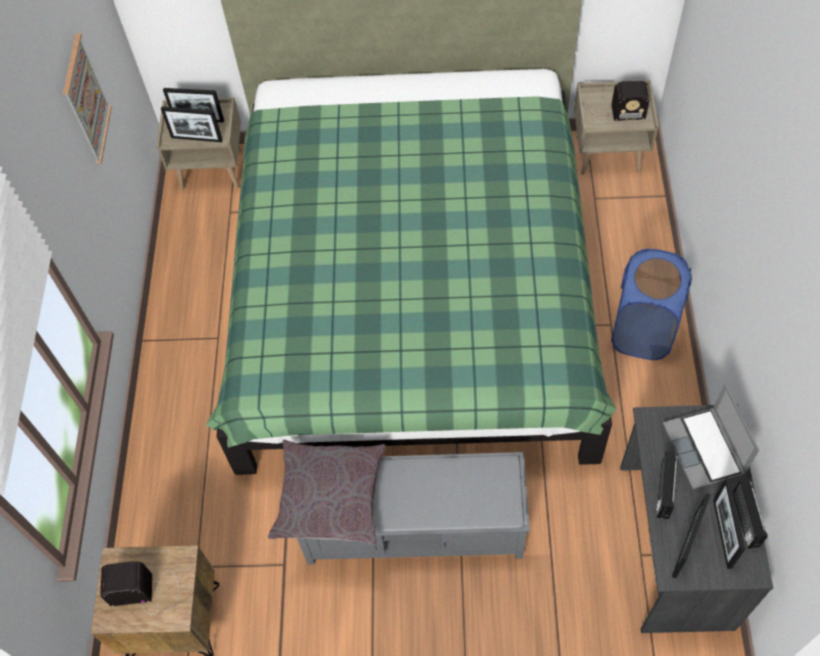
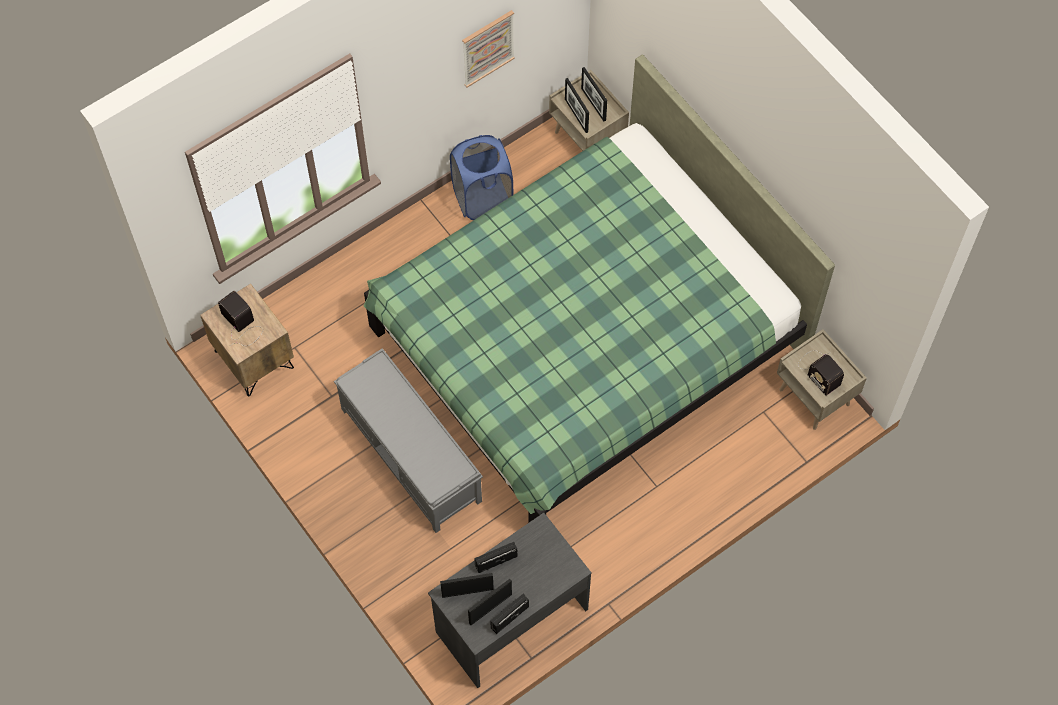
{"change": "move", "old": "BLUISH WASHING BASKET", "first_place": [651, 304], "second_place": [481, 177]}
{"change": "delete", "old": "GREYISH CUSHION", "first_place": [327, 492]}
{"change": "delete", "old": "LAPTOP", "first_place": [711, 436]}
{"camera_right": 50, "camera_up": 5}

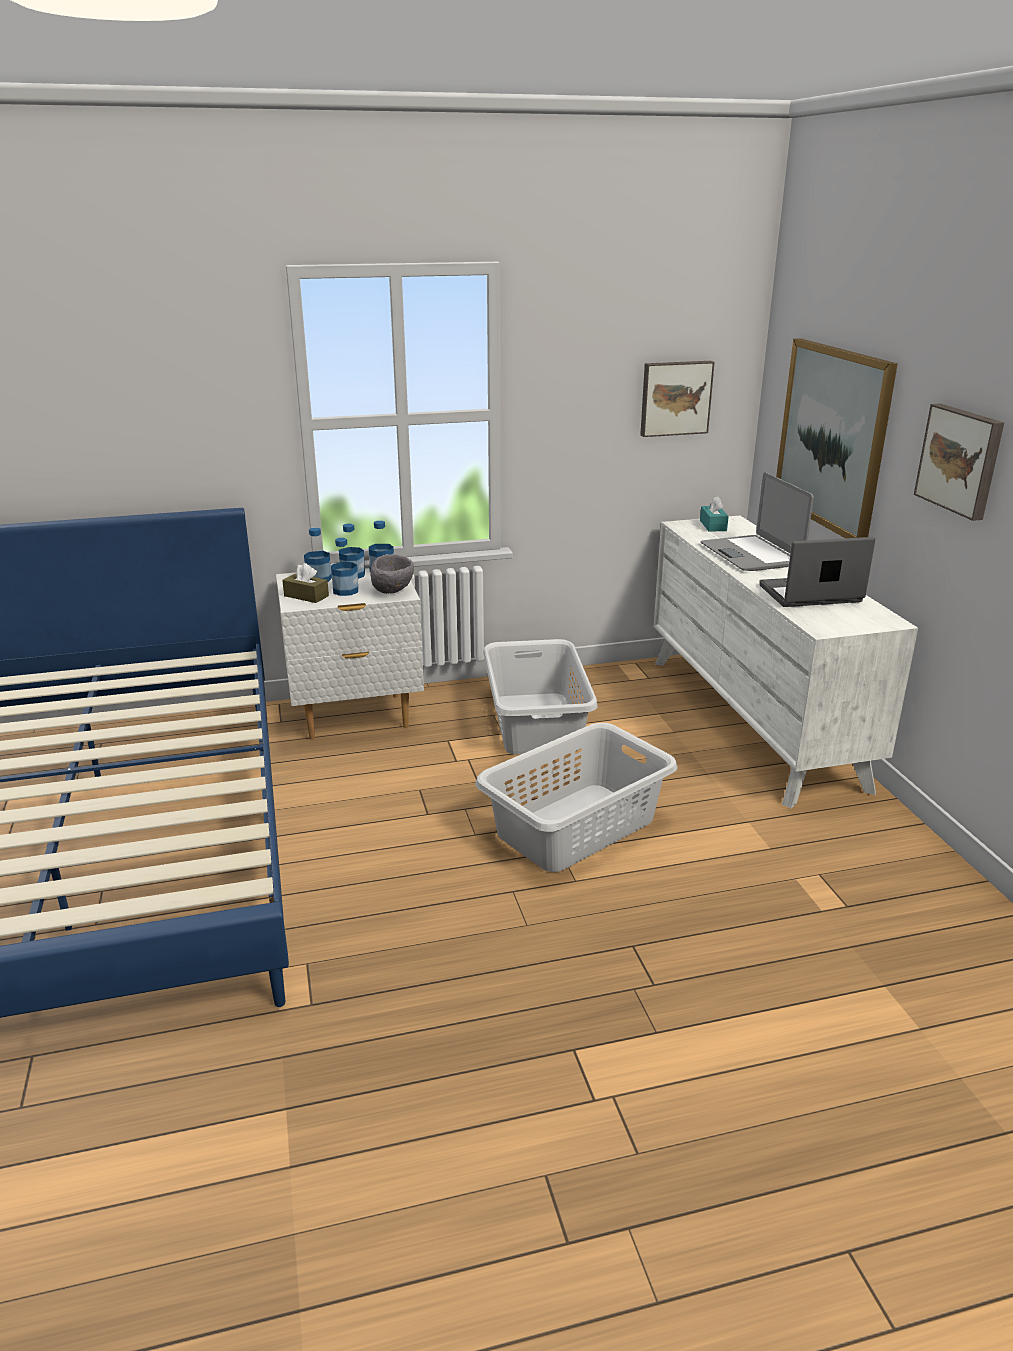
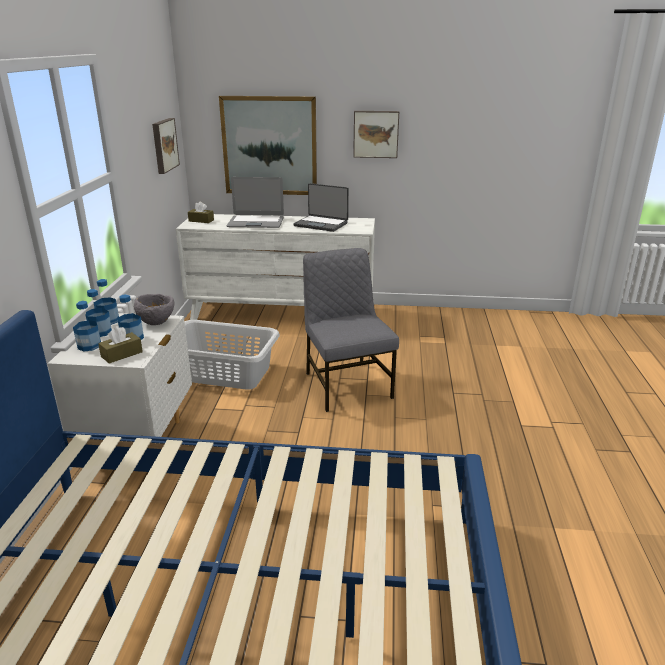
{"change": "recolor", "old": "TURQUOISE TISSUE HOLDER", "new": "BROWN-COLOURED TISSUE HOLDER", "first_place": [714, 514], "second_place": [201, 212]}
{"change": "rotate", "old": "LAPTOP", "first_place": [817, 572], "second_place": [321, 207], "degrees": -75}
{"change": "replace", "old": "GREYISH WASHING BASKET", "new": "GREYISH PLAIN CHAIR", "first_place": [576, 797], "second_place": [351, 330]}
{"camera_right": -70, "camera_up": 0}

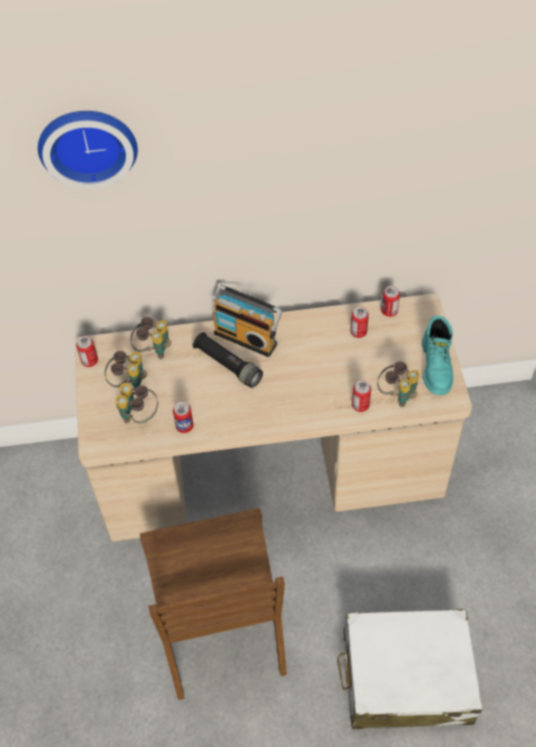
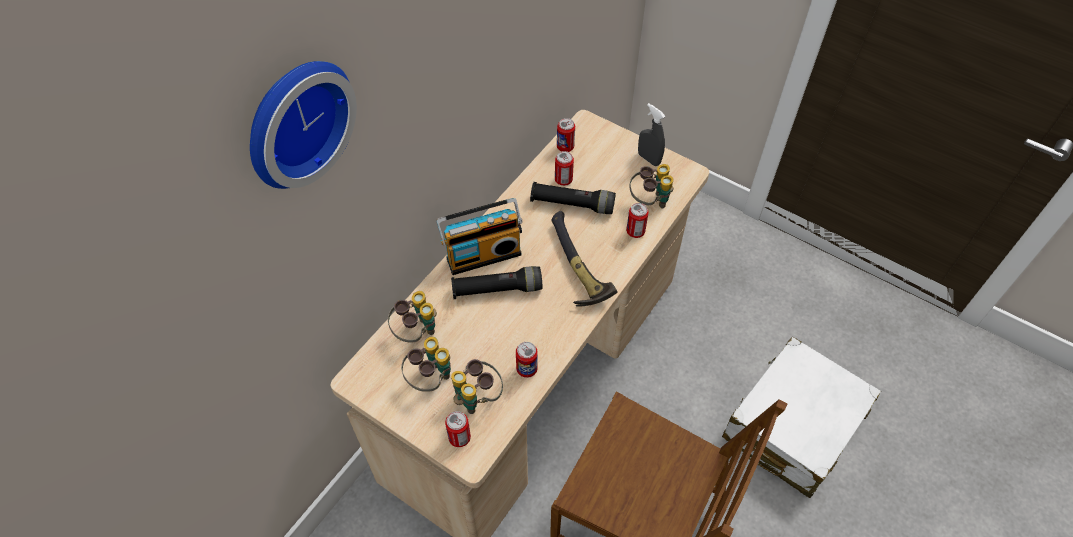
{"change": "move", "old": "SEALED CAN", "first_place": [87, 351], "second_place": [458, 429]}
{"change": "insert", "new": "BLACK FLASHLIGHT", "second_place": [573, 198]}
{"change": "insert", "new": "HAMMER", "second_place": [584, 259]}
{"change": "replace", "old": "TURQUOISE BOOT", "new": "GREYISH SPRAYER", "first_place": [437, 355], "second_place": [651, 134]}
{"camera_right": -50, "camera_up": 0}

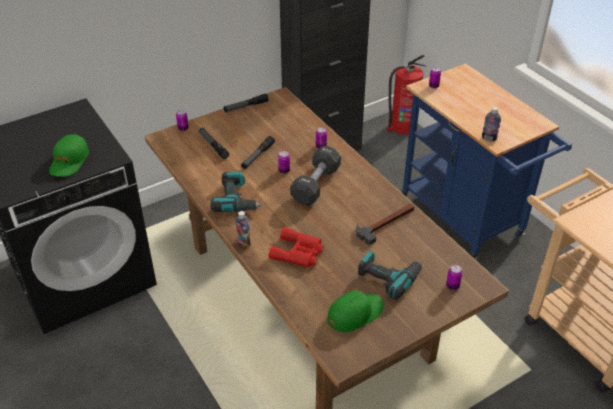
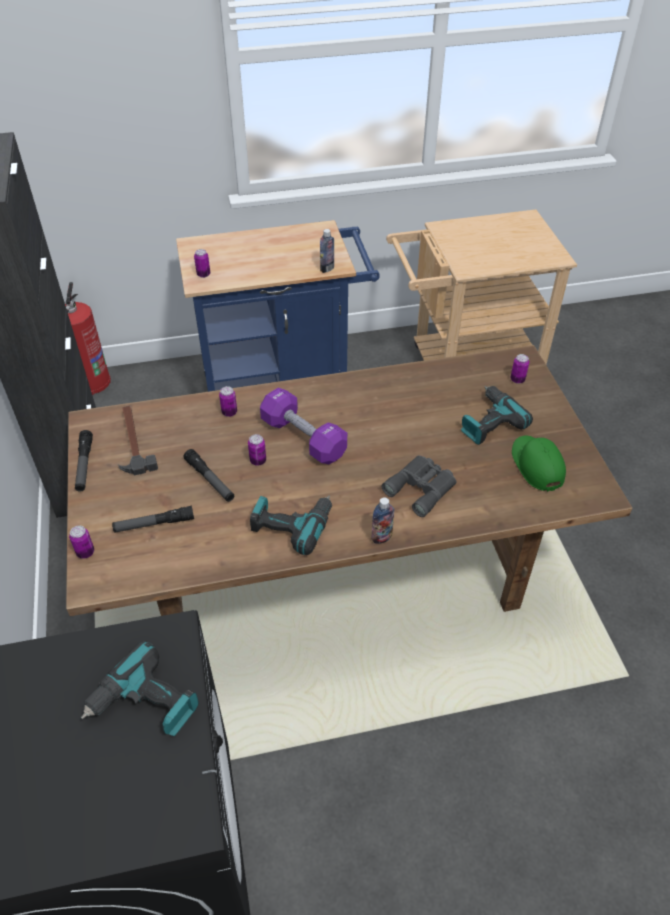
{"change": "replace", "old": "GREEN-COLOURED CAP", "new": "ELECTRIC DRILL", "first_place": [69, 155], "second_place": [140, 688]}
{"change": "move", "old": "HAMMER", "first_place": [385, 224], "second_place": [138, 441]}
{"change": "recolor", "old": "BLACK HAND WEIGHT", "new": "PURPLE HAND WEIGHT", "first_place": [315, 175], "second_place": [303, 426]}
{"change": "recolor", "old": "REDDISH PAIR OF BINOCULARS", "new": "GREYISH PAIR OF BINOCULARS", "first_place": [296, 247], "second_place": [419, 486]}
{"camera_right": -70, "camera_up": 5}

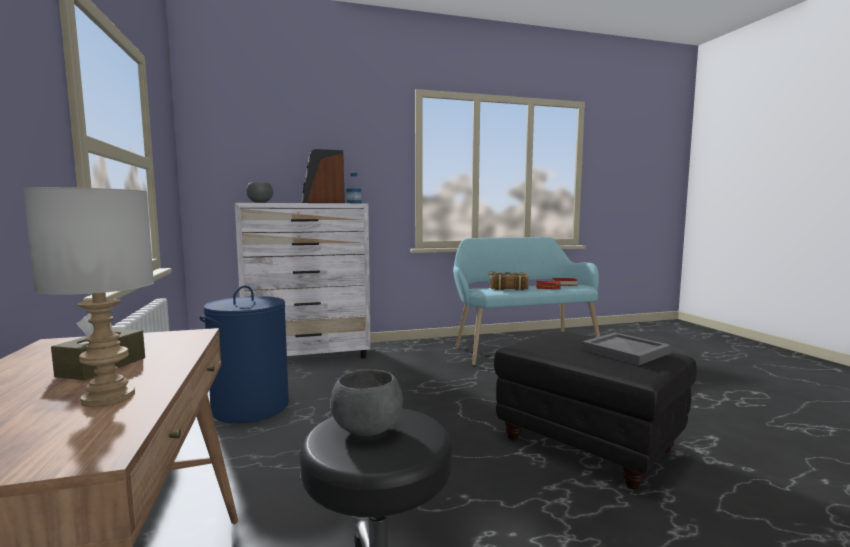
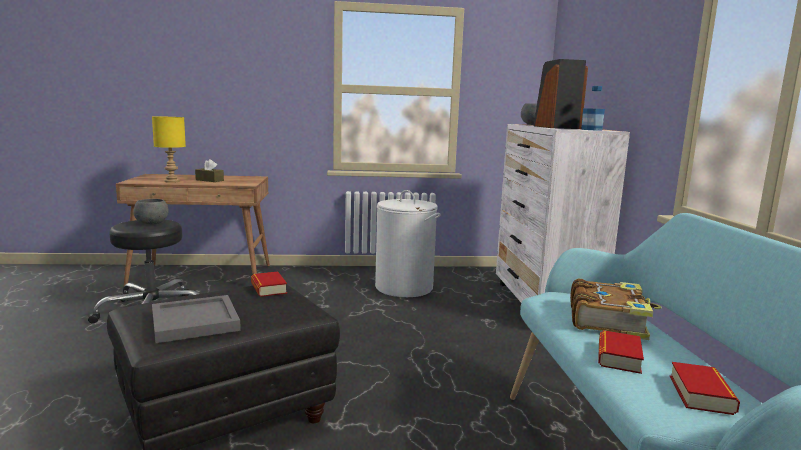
{"change": "recolor", "old": "GREYISH LAMP FOR A TABLE", "new": "YELLOWISH LAMP FOR A TABLE", "first_place": [88, 297], "second_place": [169, 149]}
{"change": "insert", "new": "BOOK", "second_place": [269, 284]}
{"change": "recolor", "old": "BLUISH WASHING BASKET", "new": "WHITE WASHING BASKET", "first_place": [244, 355], "second_place": [408, 243]}
{"camera_right": 100, "camera_up": 5}

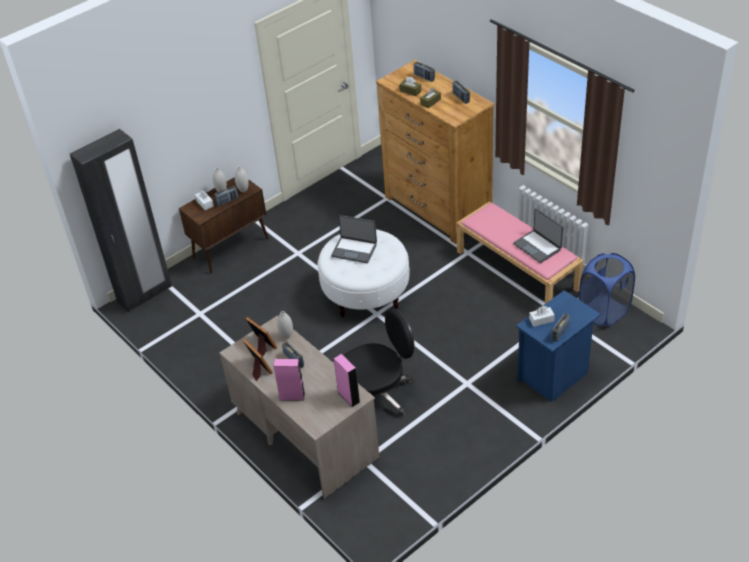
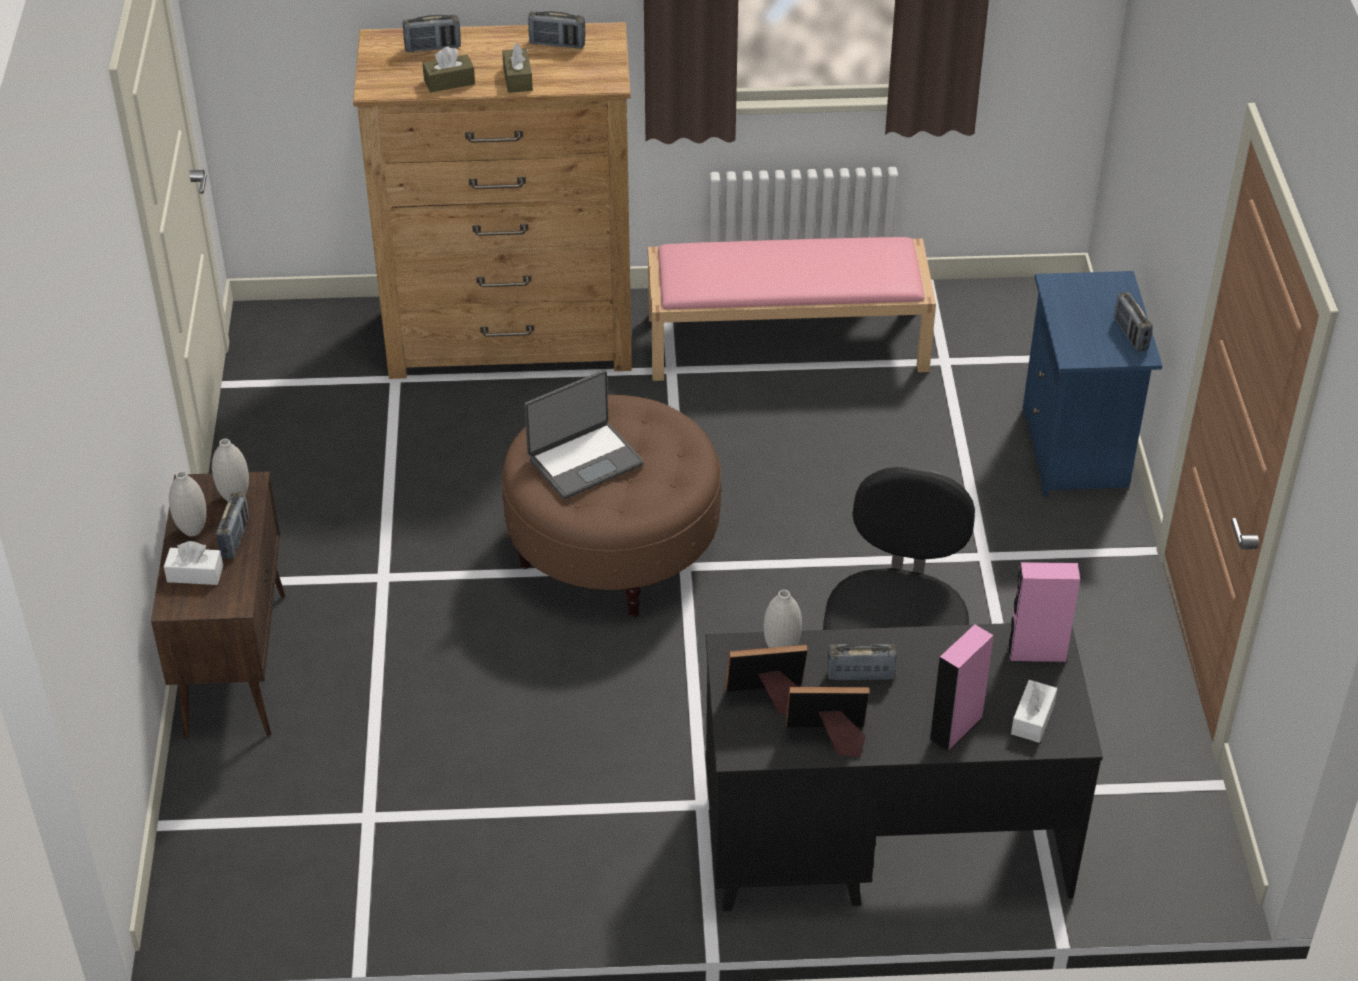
{"change": "recolor", "old": "WHITE OTTOMAN", "new": "BROWN-COLOURED OTTOMAN", "first_place": [364, 273], "second_place": [612, 506]}
{"change": "recolor", "old": "SAND-COLOURED DESK UNIT", "new": "BLACK DESK UNIT", "first_place": [299, 407], "second_place": [904, 767]}
{"change": "move", "old": "WHITE TISSUE HOLDER", "first_place": [542, 316], "second_place": [1034, 711]}
{"change": "delete", "old": "BLACK ARMOIRE", "first_place": [121, 221]}
{"change": "delete", "old": "LAPTOP", "first_place": [538, 235]}
{"change": "delete", "old": "BLUISH WASHING BASKET", "first_place": [607, 289]}
{"camera_right": -55, "camera_up": 0}

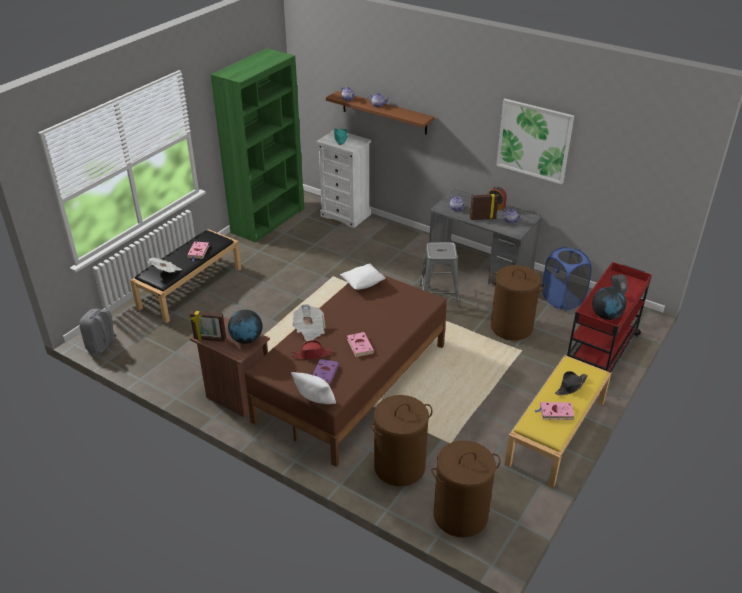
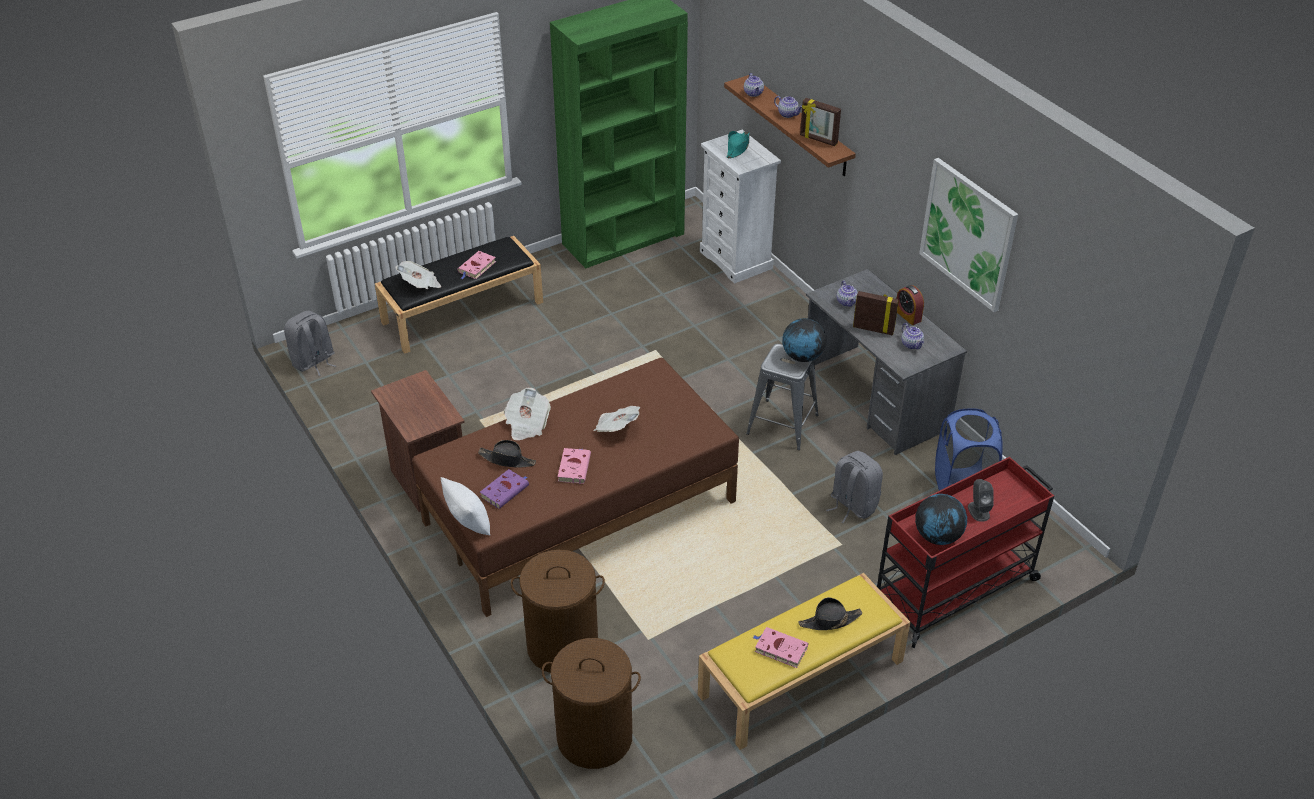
{"change": "recolor", "old": "REDDISH WEARABLE HAT", "new": "BLACK WEARABLE HAT", "first_place": [312, 350], "second_place": [507, 454]}
{"change": "insert", "new": "DAILY PAPER", "second_place": [617, 419]}
{"change": "move", "old": "WORLD GLOBE", "first_place": [245, 326], "second_place": [804, 340]}
{"change": "move", "old": "PHOTO FRAME", "first_place": [208, 326], "second_place": [820, 122]}
{"change": "replace", "old": "BROWN-COLOURED WASHING BASKET", "new": "GREYISH BACKPACK", "first_place": [518, 302], "second_place": [854, 487]}
{"change": "delete", "old": "WHITE CUSHION", "first_place": [363, 277]}
{"camera_right": 25, "camera_up": 5}

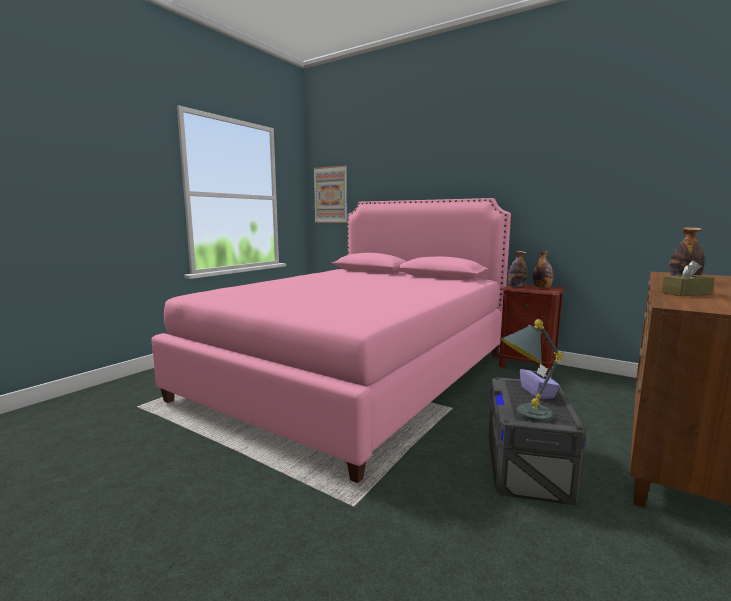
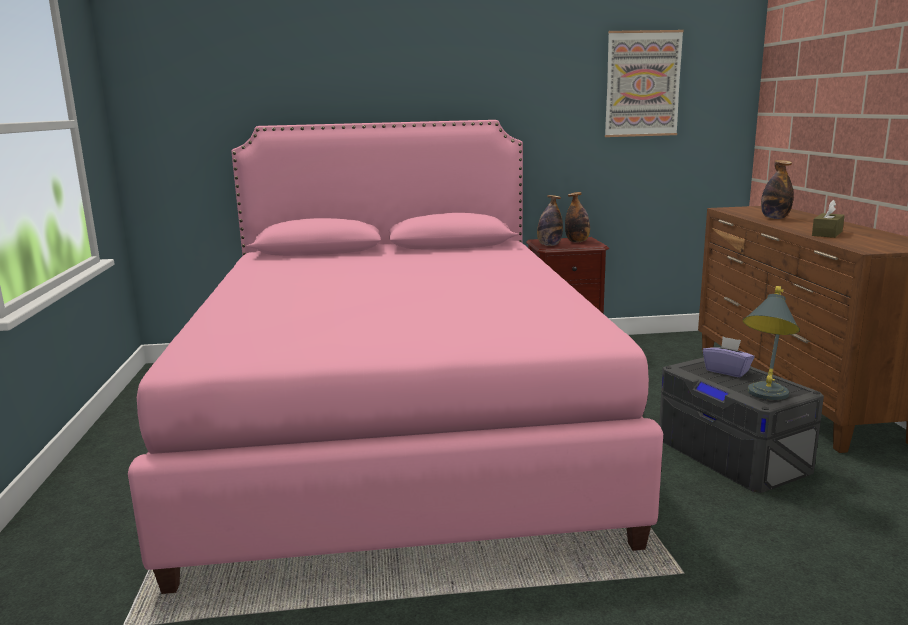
{"change": "move", "old": "PICTURE", "first_place": [330, 194], "second_place": [644, 83]}
{"camera_right": -40, "camera_up": 5}

